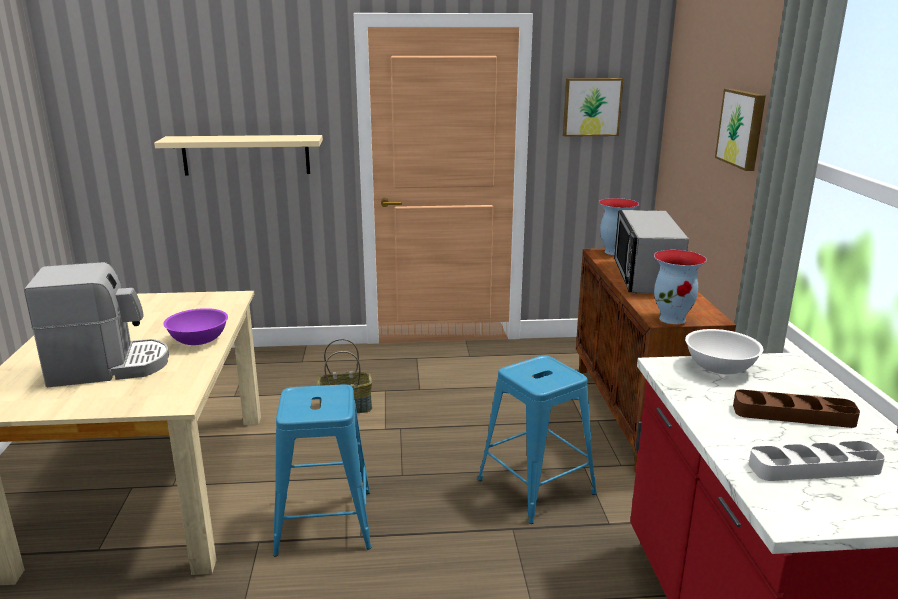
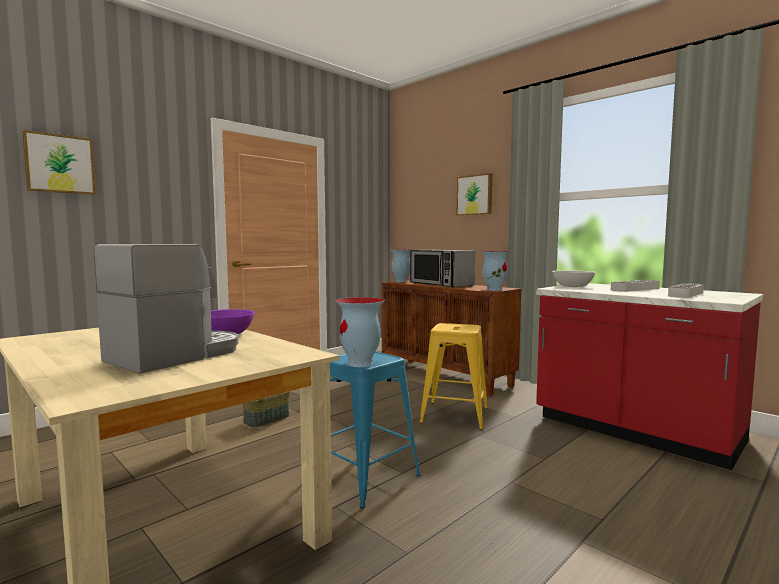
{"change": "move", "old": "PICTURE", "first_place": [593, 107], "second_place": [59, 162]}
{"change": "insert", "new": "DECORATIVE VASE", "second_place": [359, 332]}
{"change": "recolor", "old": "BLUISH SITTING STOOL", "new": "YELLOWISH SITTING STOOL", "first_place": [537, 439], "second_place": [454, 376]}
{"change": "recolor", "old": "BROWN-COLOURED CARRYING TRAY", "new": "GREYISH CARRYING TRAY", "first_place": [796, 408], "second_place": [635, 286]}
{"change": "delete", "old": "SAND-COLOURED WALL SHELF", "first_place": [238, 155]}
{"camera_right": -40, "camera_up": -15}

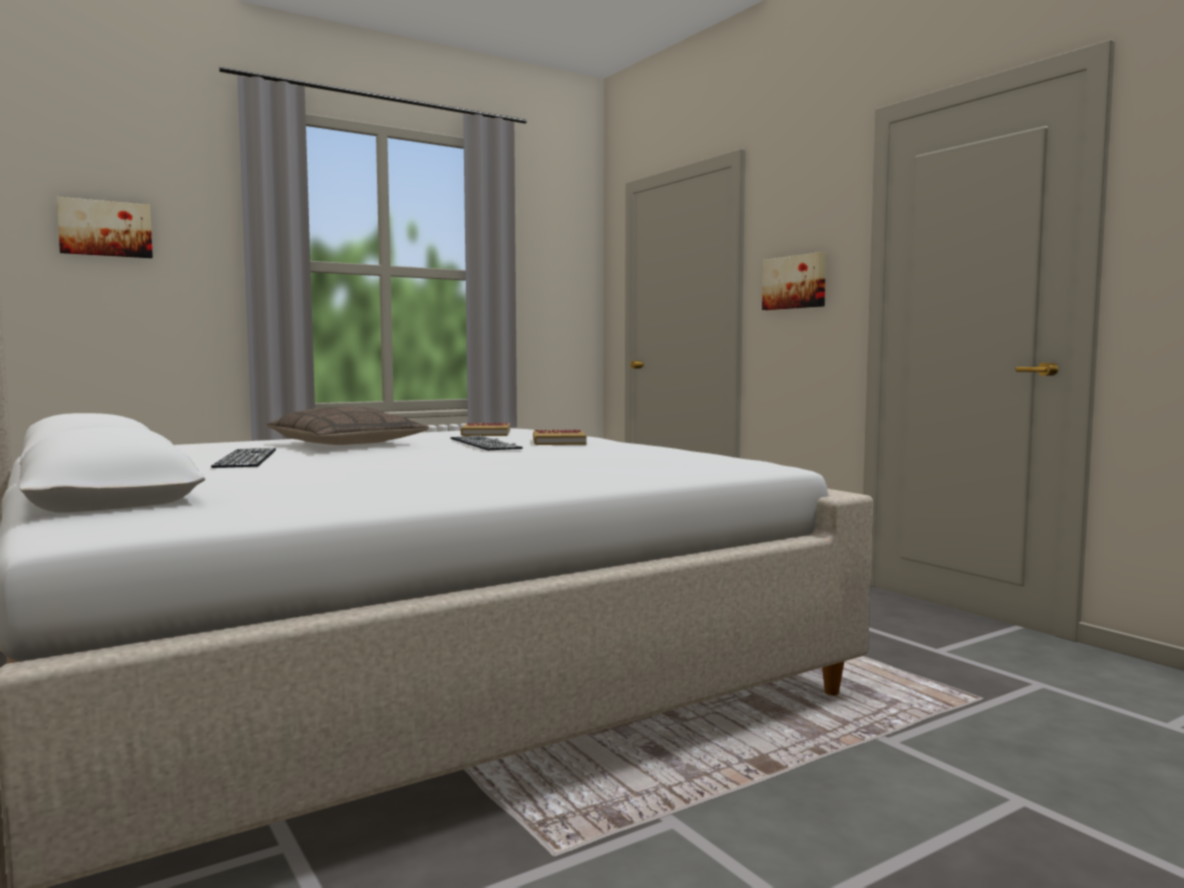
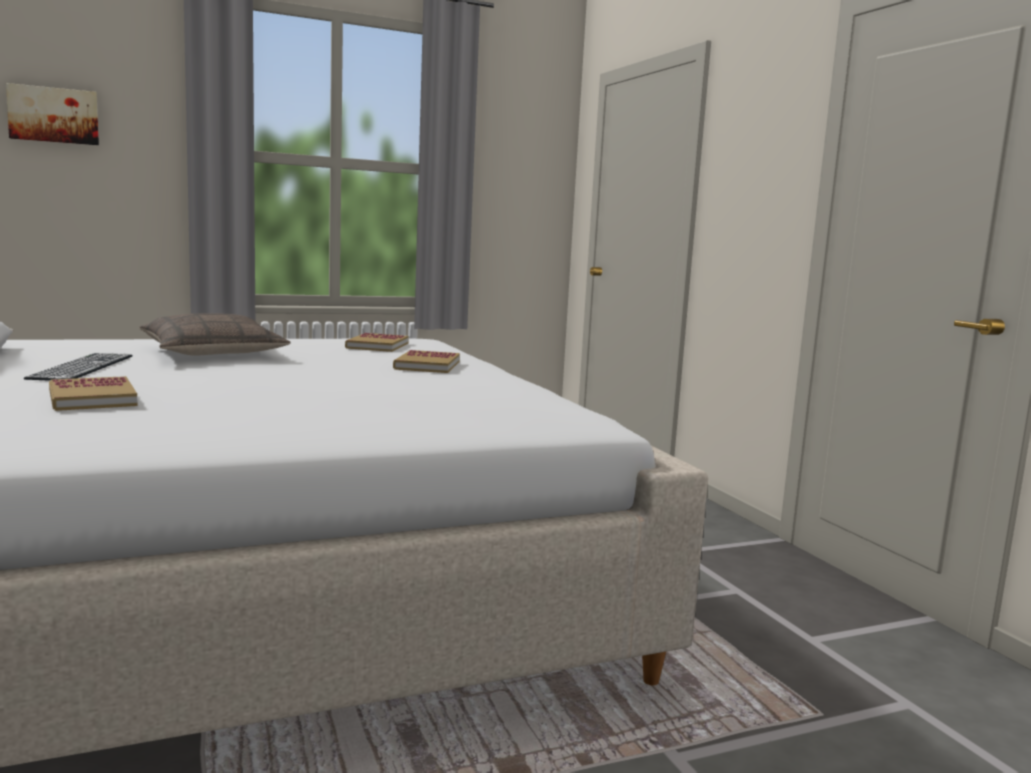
{"change": "insert", "new": "BOOK", "second_place": [93, 393]}
{"change": "delete", "old": "PC KEYBOARD", "first_place": [486, 443]}
{"change": "delete", "old": "PICTURE", "first_place": [794, 281]}
{"camera_right": 10, "camera_up": 5}

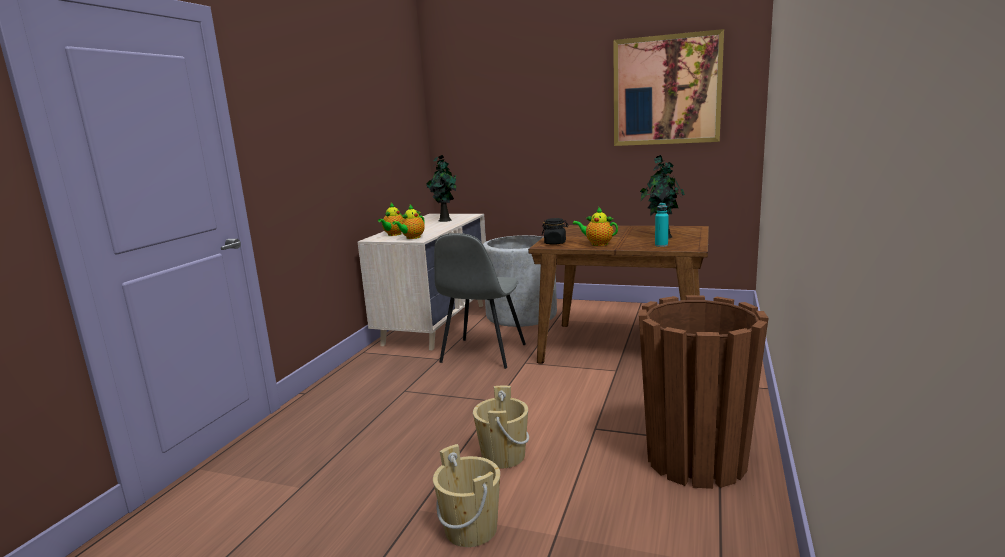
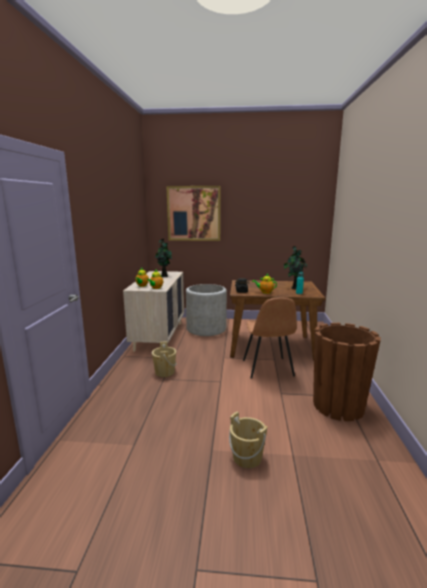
{"change": "move", "old": "SAND-COLOURED BUCKET", "first_place": [501, 427], "second_place": [164, 359]}
{"change": "move", "old": "PICTURE", "first_place": [668, 87], "second_place": [193, 213]}
{"change": "insert", "new": "BROWN-COLOURED PLAIN CHAIR", "second_place": [270, 338]}
{"change": "delete", "old": "GREYISH PLAIN CHAIR", "first_place": [480, 301]}
{"camera_right": -15, "camera_up": 0}

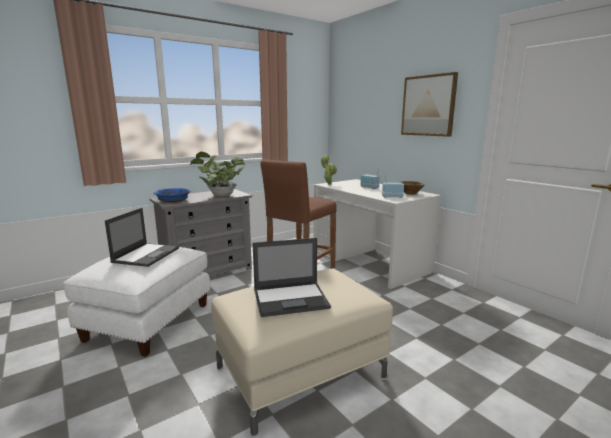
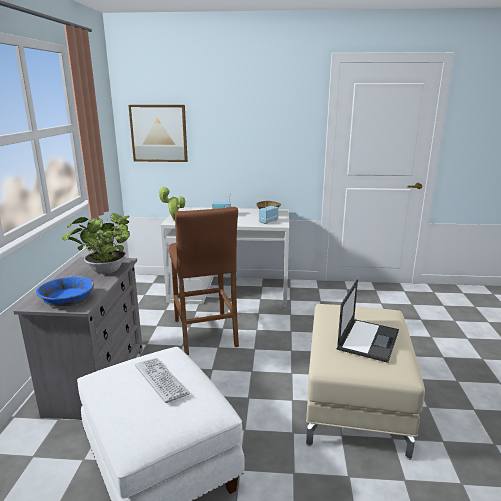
{"change": "move", "old": "PICTURE", "first_place": [429, 104], "second_place": [158, 133]}
{"change": "replace", "old": "LAPTOP", "new": "PC KEYBOARD", "first_place": [142, 237], "second_place": [162, 380]}
{"camera_right": -50, "camera_up": 5}

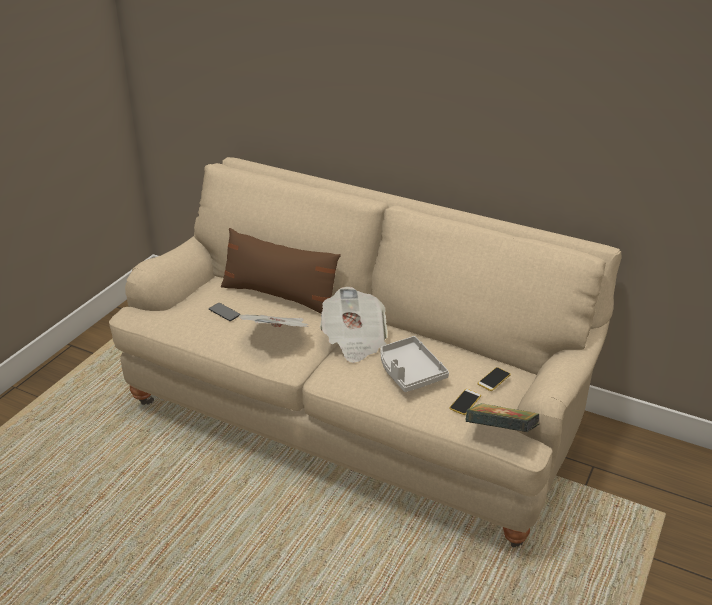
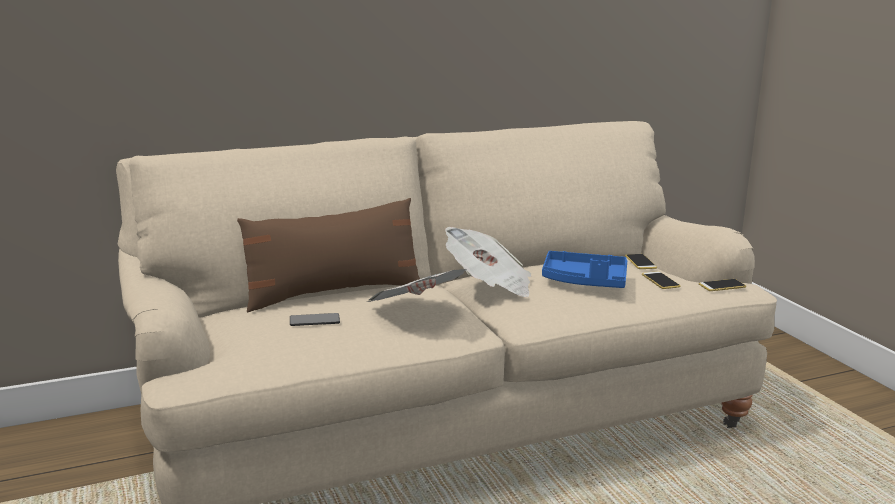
{"change": "recolor", "old": "GREYISH CARRYING TRAY", "new": "BLUISH CARRYING TRAY", "first_place": [415, 364], "second_place": [584, 269]}
{"change": "replace", "old": "BOOK", "new": "TELEPHONE", "first_place": [502, 417], "second_place": [722, 285]}
{"camera_right": -50, "camera_up": -15}

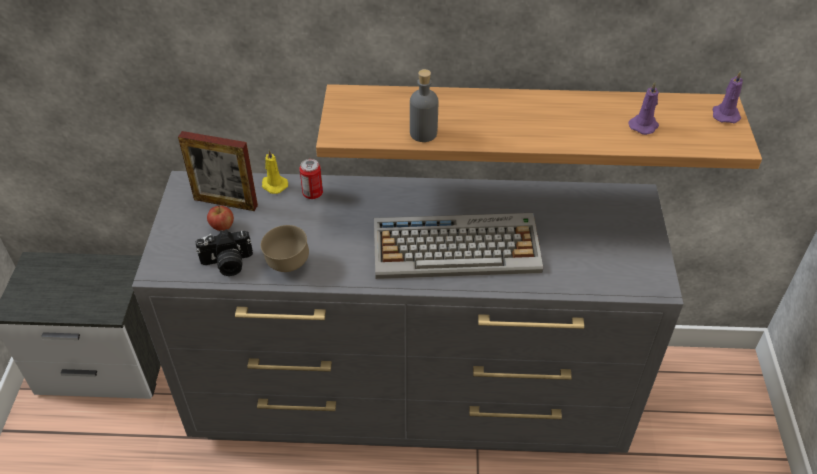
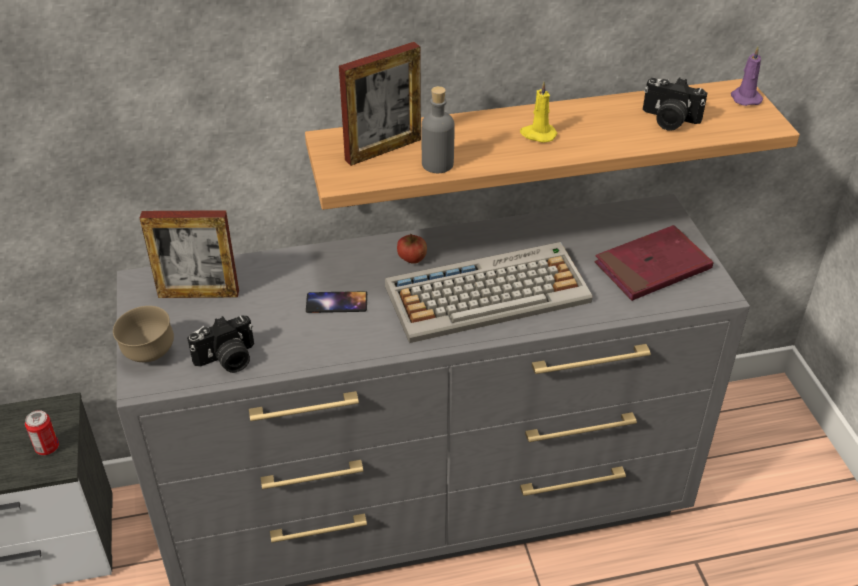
{"change": "move", "old": "SEALED CAN", "first_place": [311, 179], "second_place": [42, 432]}
{"change": "move", "old": "BROWN-COLOURED SERVING BOWL", "first_place": [285, 248], "second_place": [143, 334]}
{"change": "insert", "new": "TELEPHONE", "second_place": [336, 302]}
{"change": "insert", "new": "PHOTO FRAME", "second_place": [380, 104]}
{"change": "move", "old": "APPLE FRUIT", "first_place": [220, 218], "second_place": [412, 249]}
{"change": "move", "old": "YELLOWISH WAX LIGHT", "first_place": [275, 171], "second_place": [538, 112]}
{"change": "insert", "new": "REDDISH BOOK", "second_place": [654, 263]}
{"change": "replace", "old": "PURPLE WAX LIGHT", "new": "STILL CAMERA", "first_place": [644, 108], "second_place": [675, 104]}
{"camera_right": -15, "camera_up": -5}

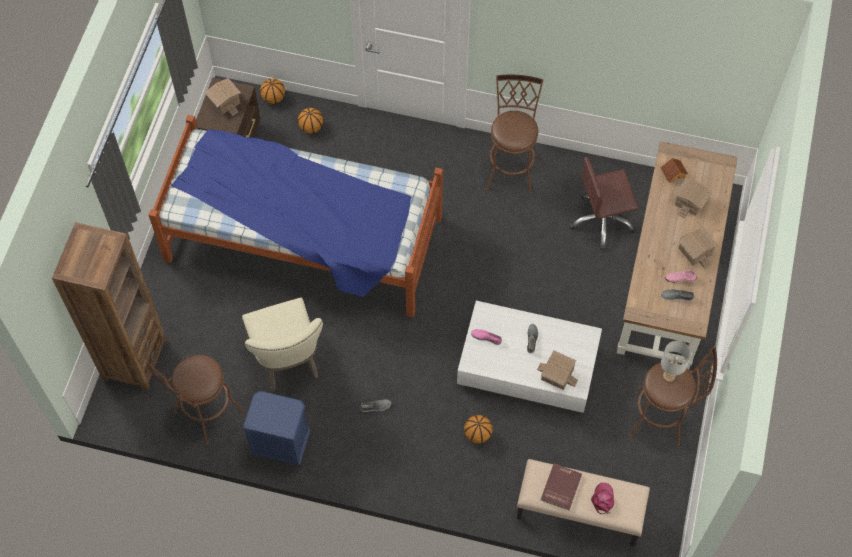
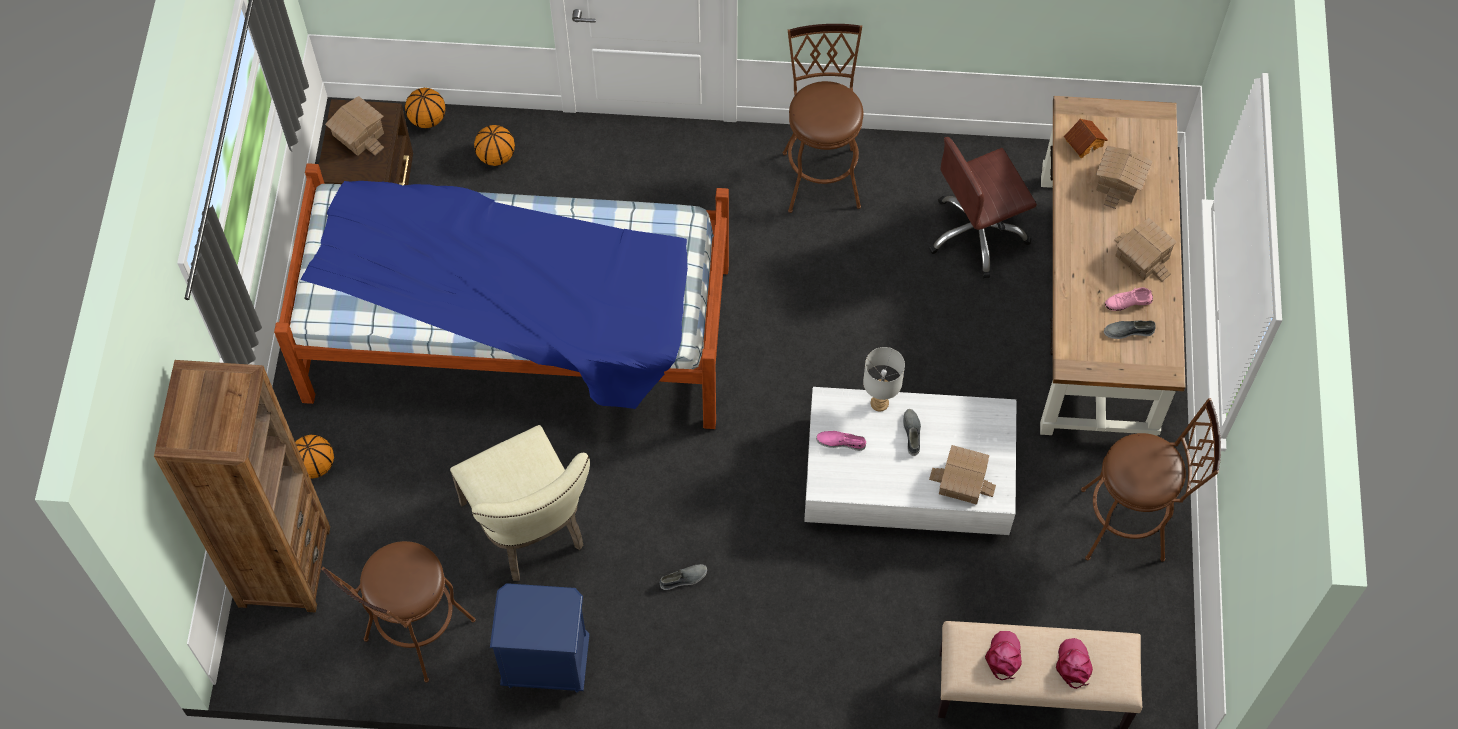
{"change": "move", "old": "BASKETBALL BALL", "first_place": [478, 429], "second_place": [314, 457]}
{"change": "move", "old": "GREYISH LAMP FOR A TABLE", "first_place": [676, 361], "second_place": [884, 379]}
{"change": "replace", "old": "REDDISH BOOK", "new": "PINK CAP", "first_place": [561, 487], "second_place": [1003, 655]}
{"camera_right": -10, "camera_up": 0}

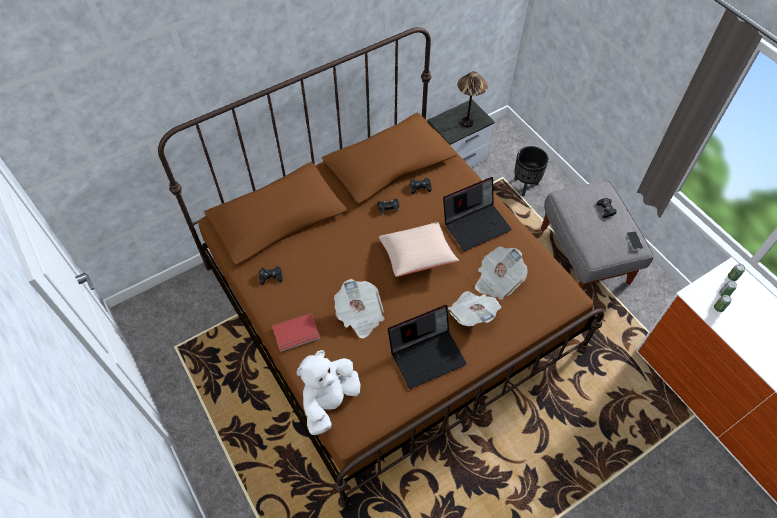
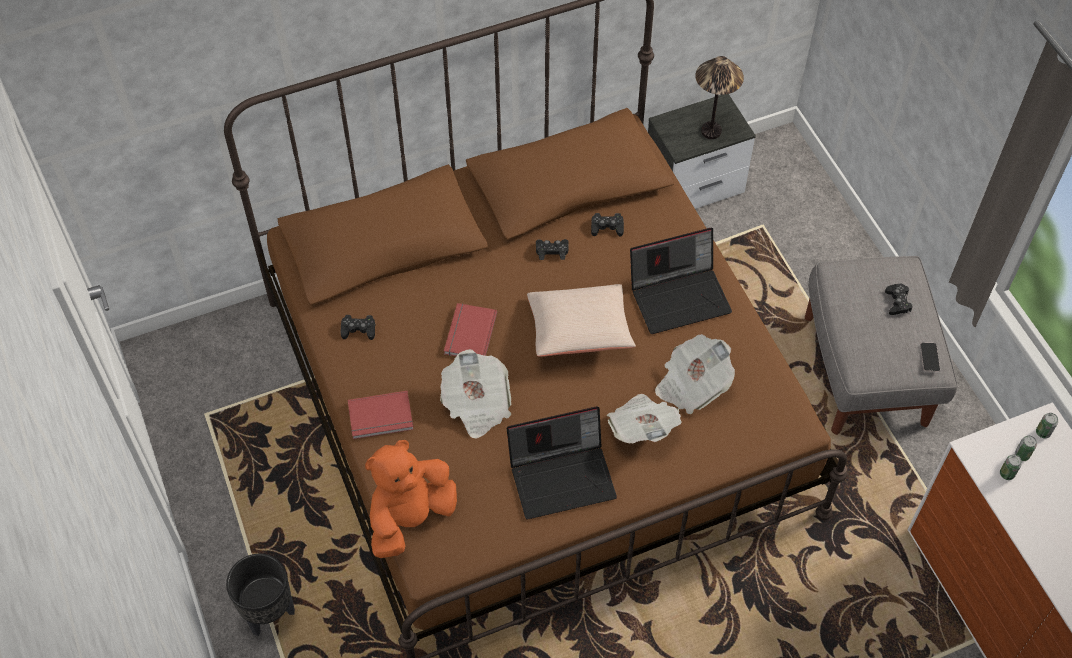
{"change": "move", "old": "BLACK PLANTER", "first_place": [531, 171], "second_place": [260, 595]}
{"change": "recolor", "old": "WHITE CUDDLY TOY", "new": "ORANGEY CUDDLY TOY", "first_place": [328, 392], "second_place": [411, 499]}
{"change": "insert", "new": "REDDISH BOOK", "second_place": [470, 329]}
{"camera_right": 10, "camera_up": 0}

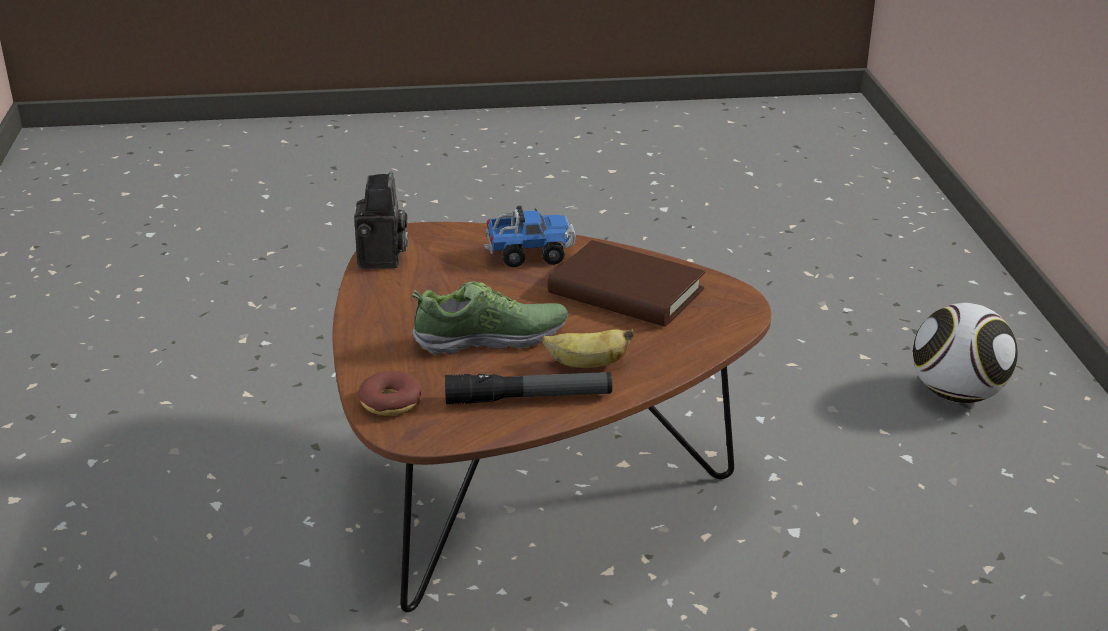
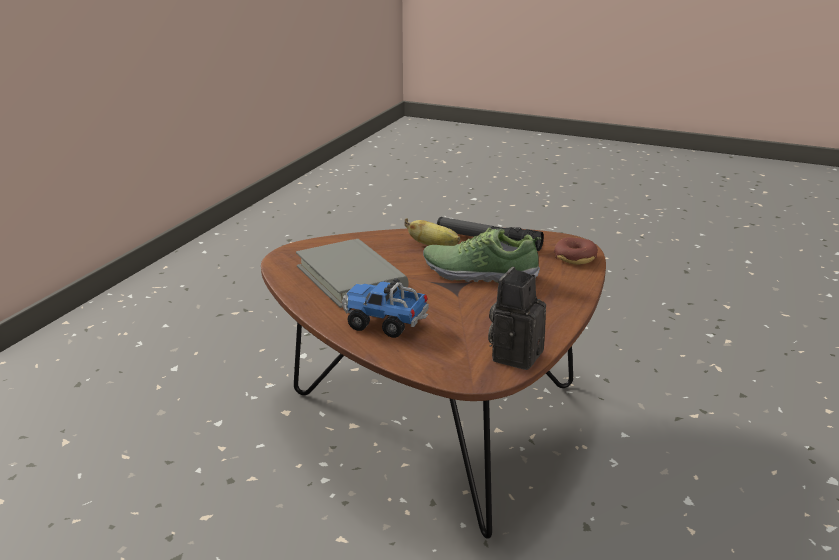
{"change": "recolor", "old": "BROWN-COLOURED BOOK", "new": "GREYISH BOOK", "first_place": [626, 283], "second_place": [352, 273]}
{"change": "delete", "old": "FOOTBALL", "first_place": [965, 353]}
{"camera_right": -150, "camera_up": -5}

